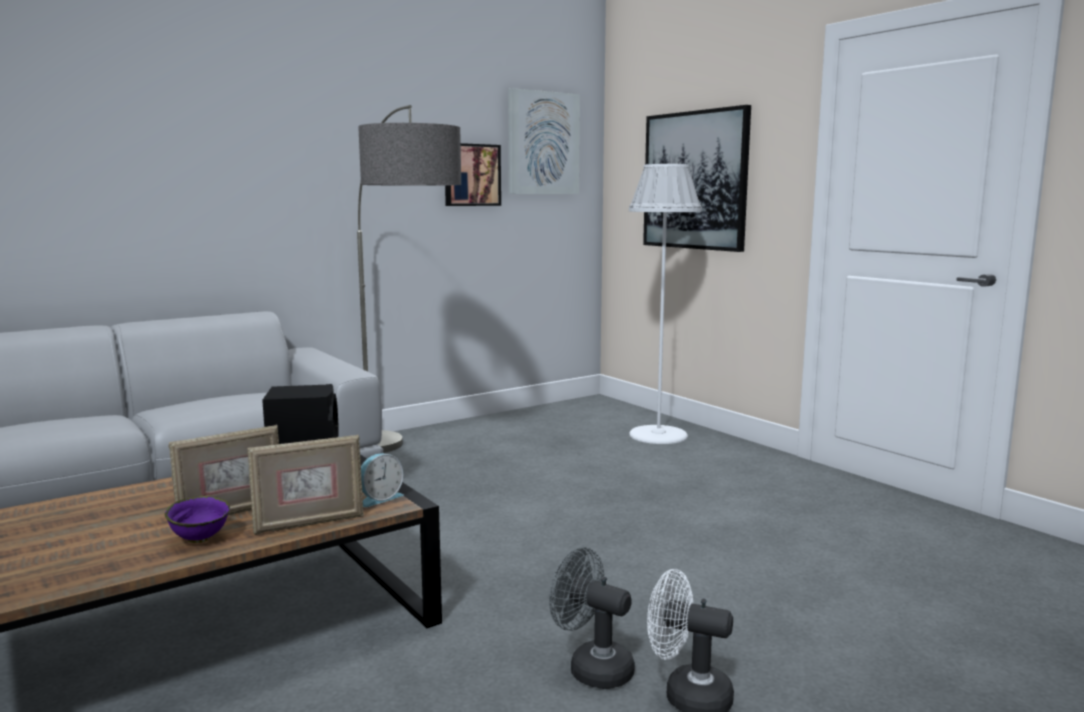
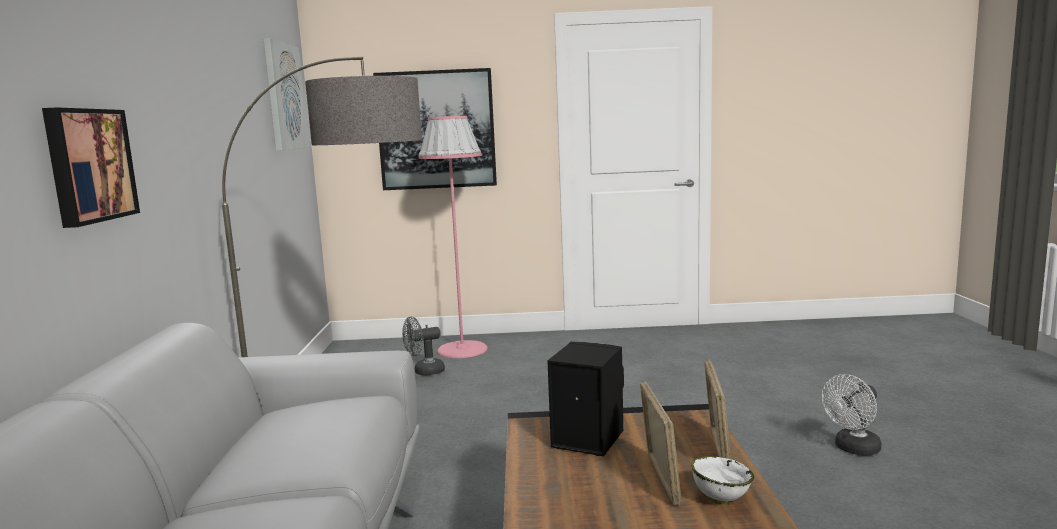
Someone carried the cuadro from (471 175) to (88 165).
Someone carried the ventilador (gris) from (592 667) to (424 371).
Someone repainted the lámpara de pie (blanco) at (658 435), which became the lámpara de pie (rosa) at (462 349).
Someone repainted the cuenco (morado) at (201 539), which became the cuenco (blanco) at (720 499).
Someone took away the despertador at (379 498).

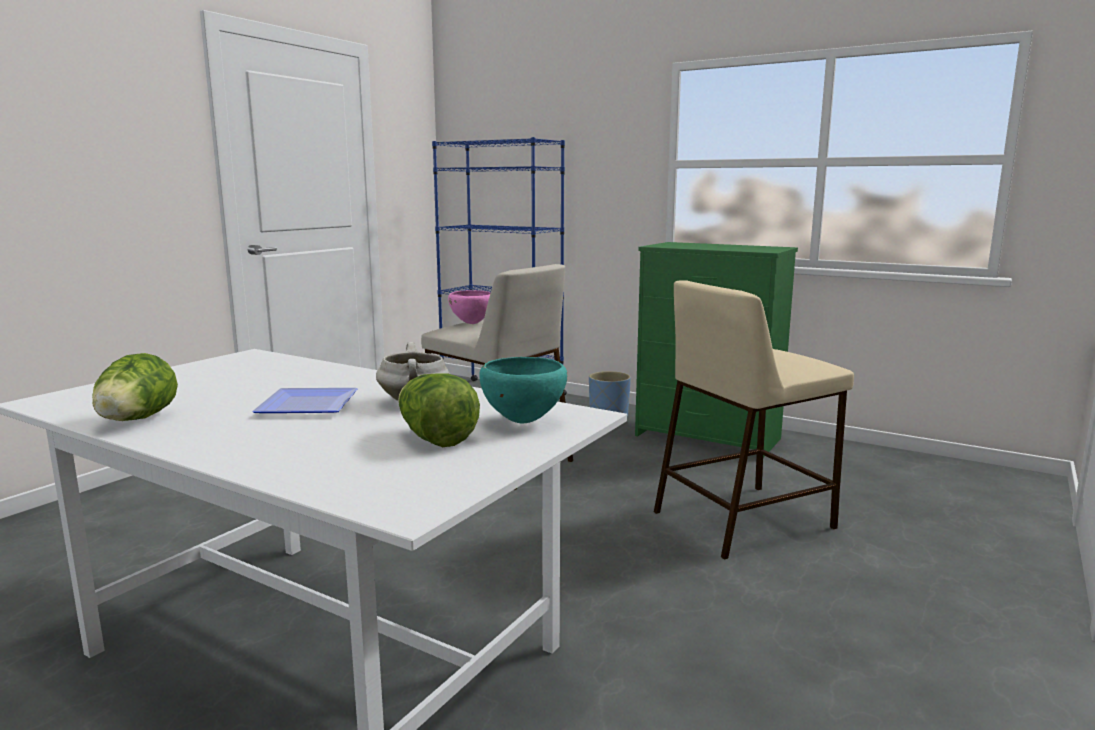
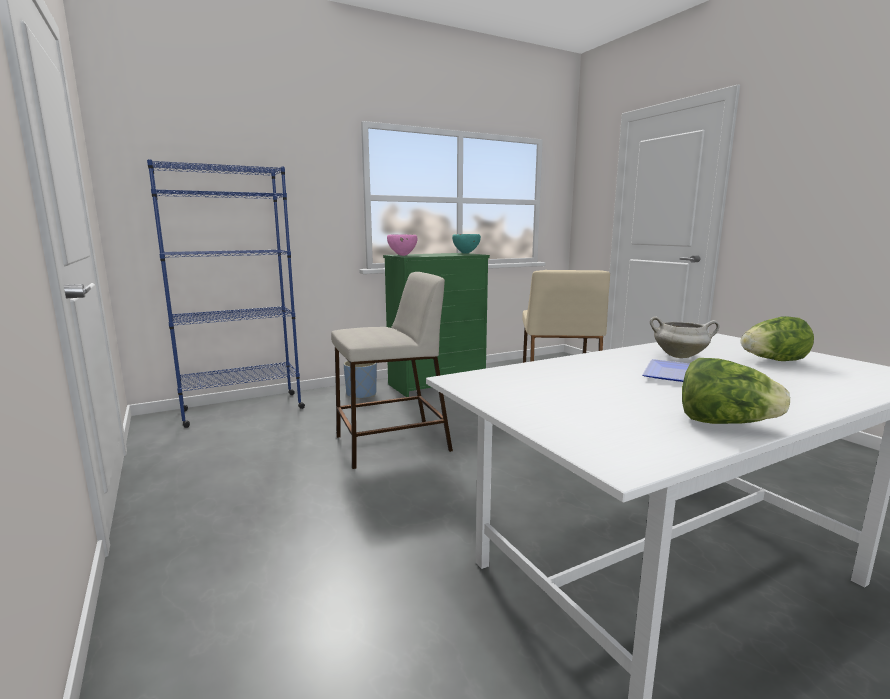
Someone carried the cuenco (rosa) from (472 323) to (402 255).
Someone carried the cuenco (turquesa) from (522 422) to (465 253).

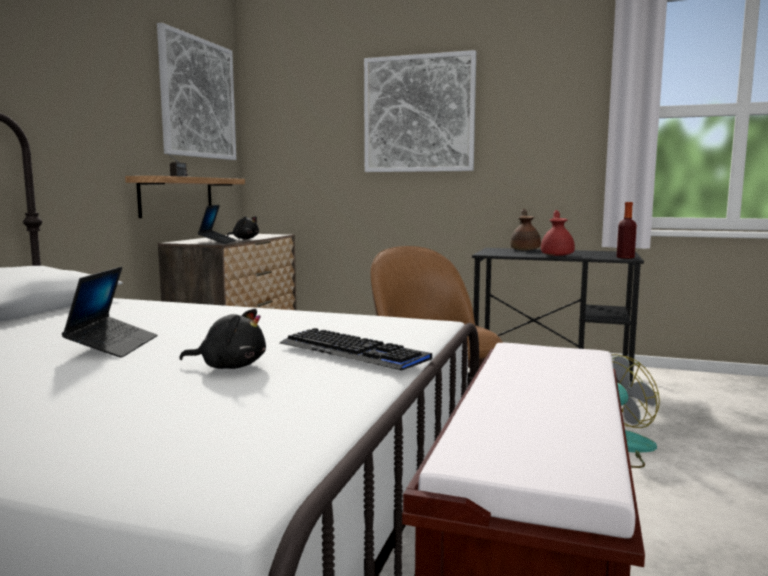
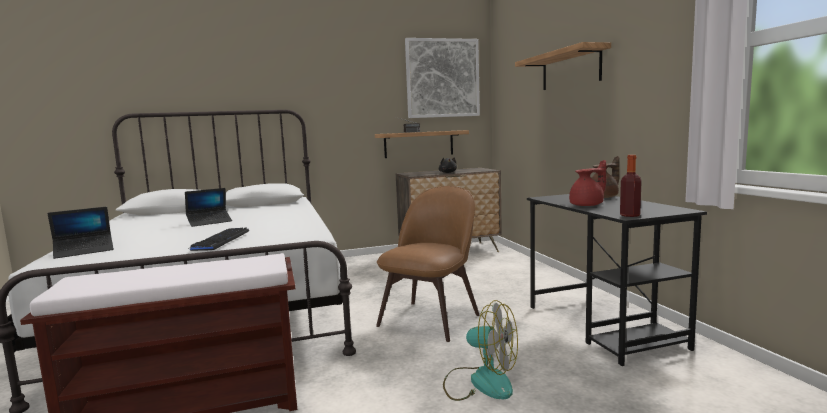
Someone carried the portátil from (218 242) to (84 251).
Someone swapped the cuadro at (419 114) for the estante at (570 69).
Someone took away the peluche (negro) at (230 366).

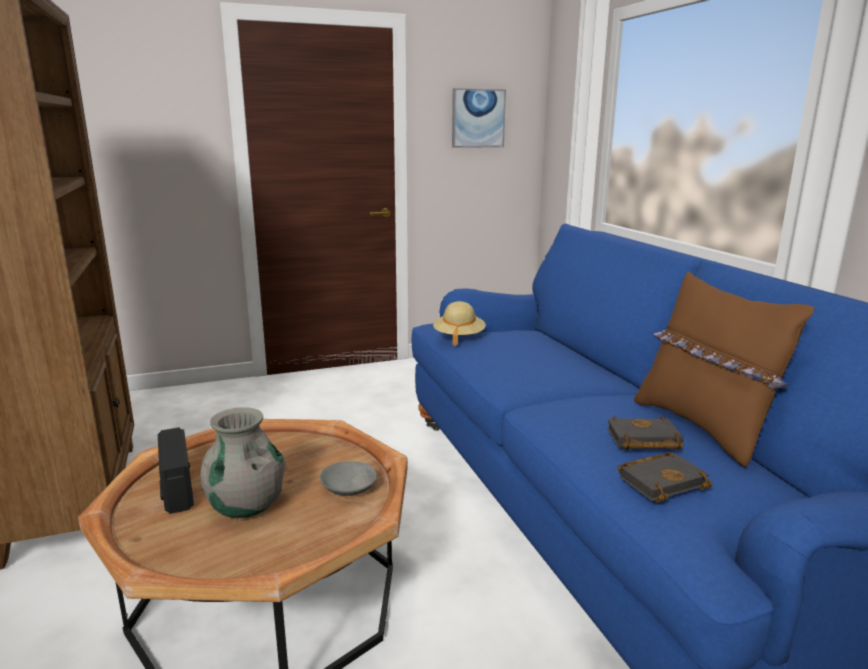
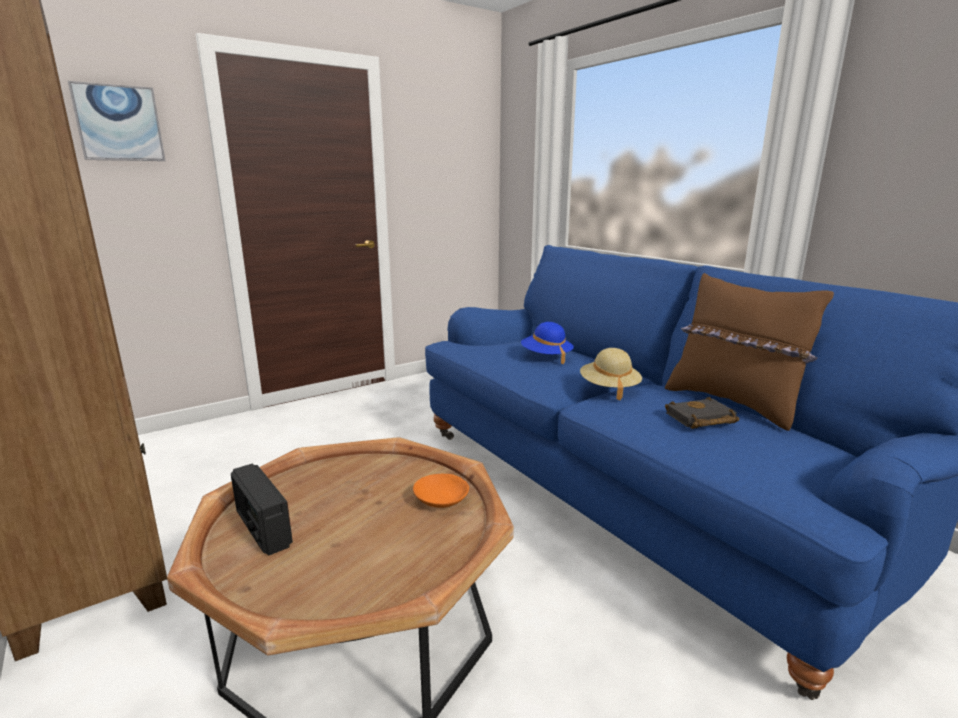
Someone carried the cuadro from (478 118) to (119 123).
Someone repainted the cuenco (gris) at (349 488), which became the cuenco (naranja) at (442 500).
Someone put down the sombrero (azul) at (546 357).
Someone carried the sombrero (beis) from (458 337) to (609 388).
Someone took away the florero (gris) at (246 506).
Someone took away the libro (negro) at (662 481).

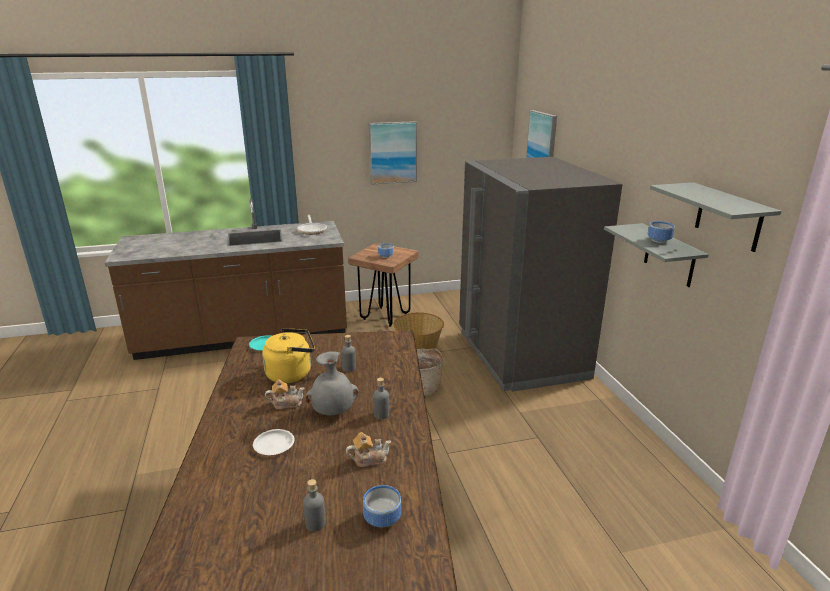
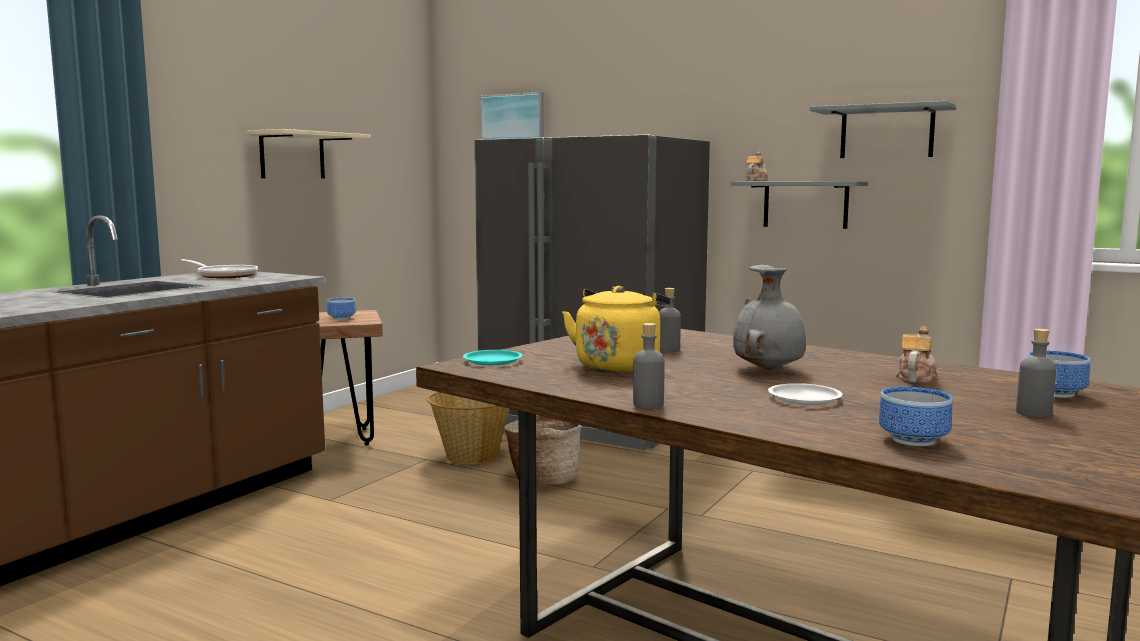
Someone swapped the cuadro at (392 152) for the estante (beis) at (292 155).
Someone carried the botella (gris) from (381 414) to (648 404).
Someone carried the tetera from (286 403) to (756 180).
Someone carried the cuenco from (658 240) to (910 439).

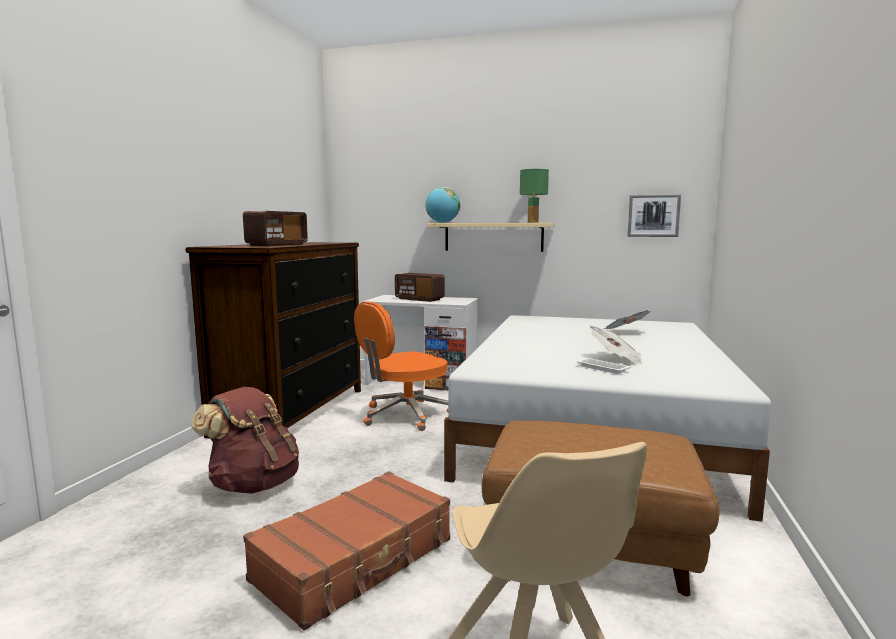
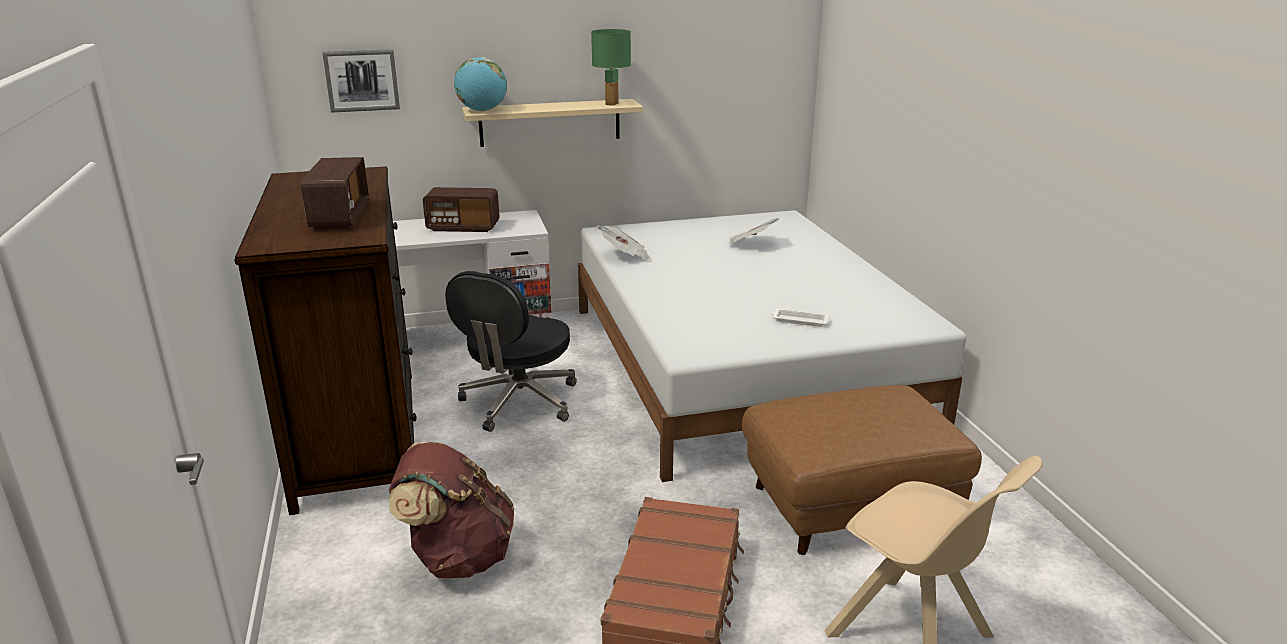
Someone carried the cuadro from (653 215) to (362 80).
Someone repainted the silla de oficina (naranja) at (405 415), which became the silla de oficina (negro) at (518 402).
Someone carried the periódico from (616 359) to (625 256).

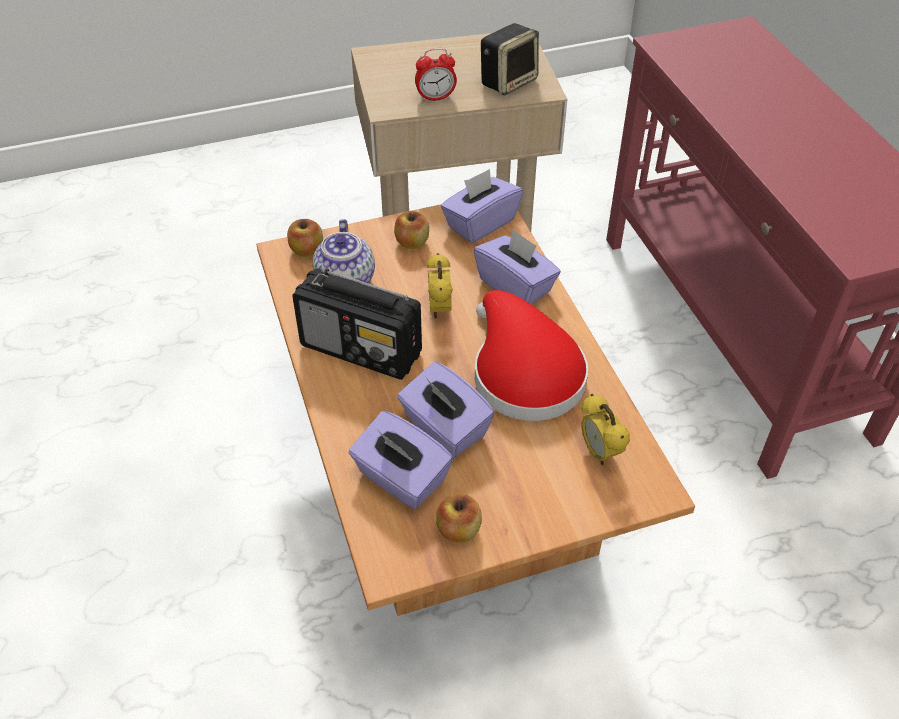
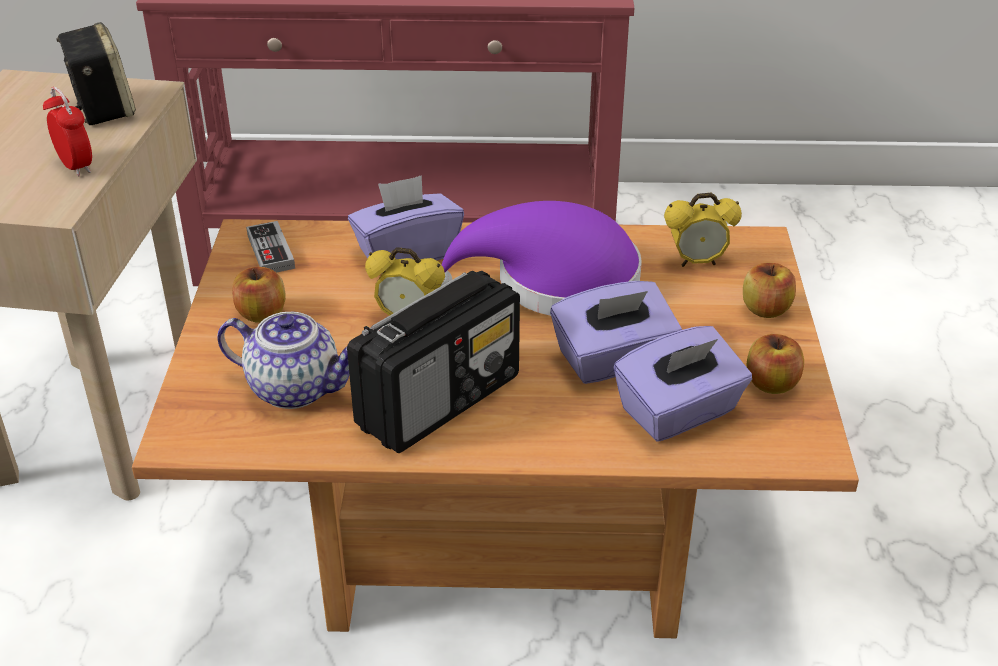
Someone rotated the despertador at (435 98) by 45 degrees counterclockwise.
Someone swapped the caja de pañuelos (morado) at (480 223) for the mando de consola at (271 252).
Someone repainted the sombrero (rojo) at (523 373), which became the sombrero (morado) at (555 282).
Someone carried the manzana from (307 250) to (765 309).

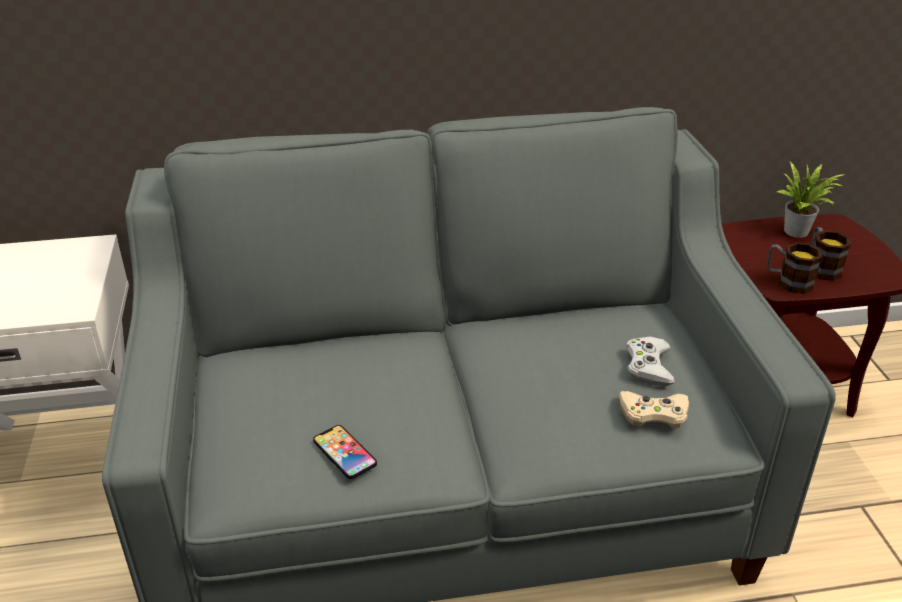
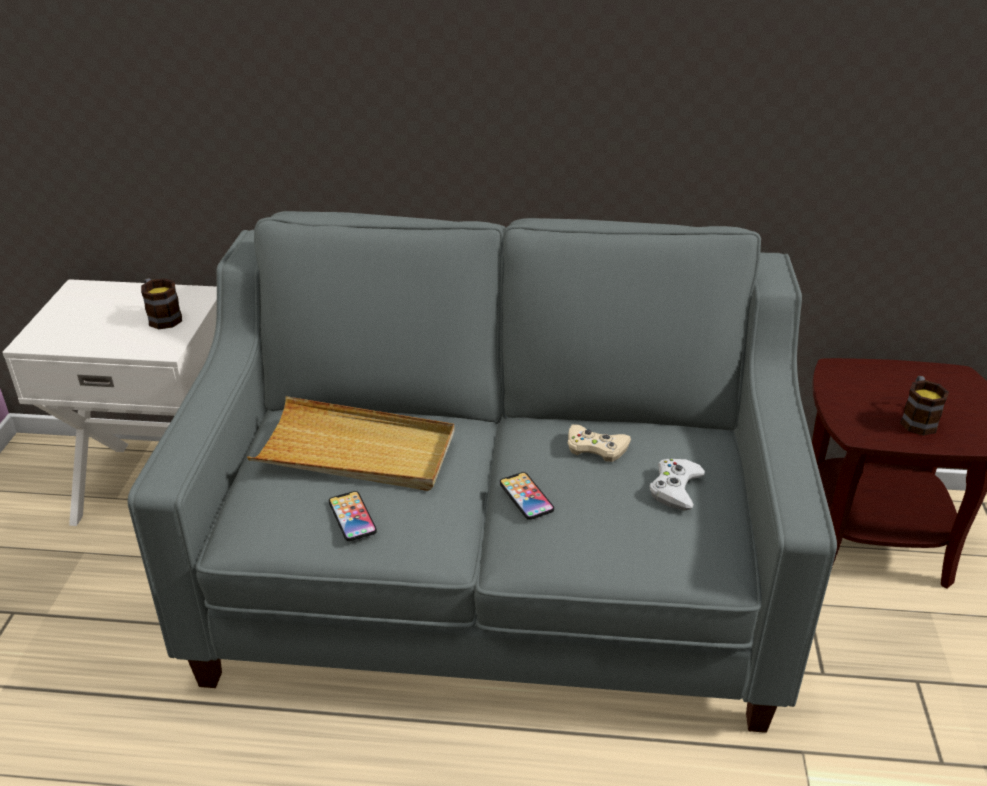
Someone carried the taza grande from (787 281) to (162 317).
Someone put down the bandeja (beis) at (356 451).
Someone put down the móvil at (526 497).
Someone carried the mando de consola (beis) from (653 414) to (596 447).
Someone took away the planta en maceta at (799 232).

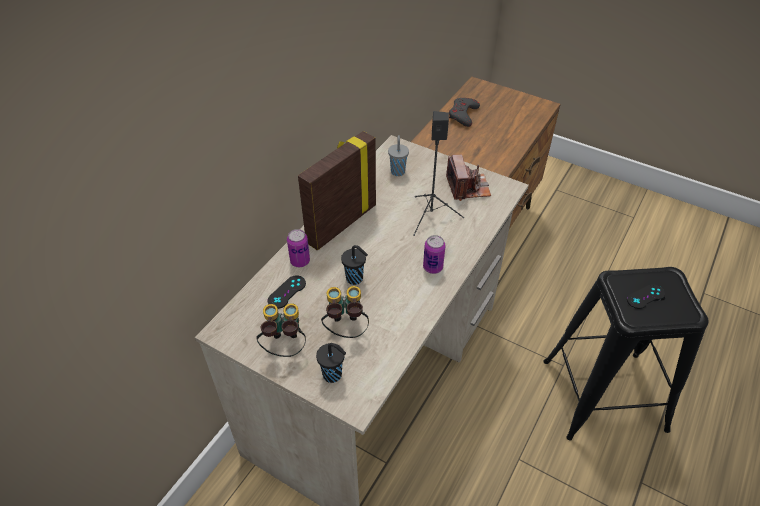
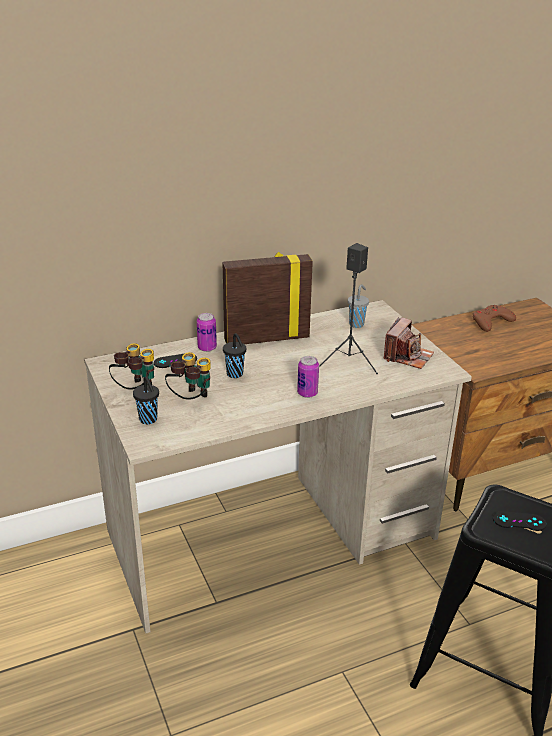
Someone repainted the mando de consola (gris) at (463 115), which became the mando de consola (marrón) at (491 322).

